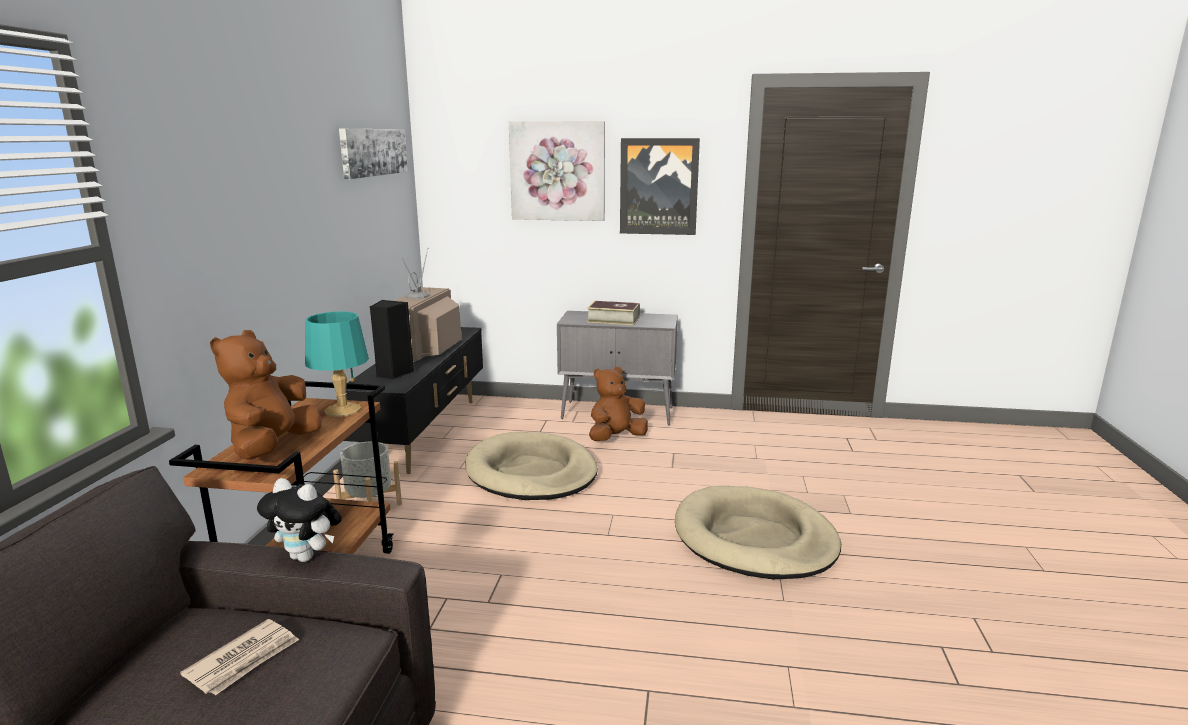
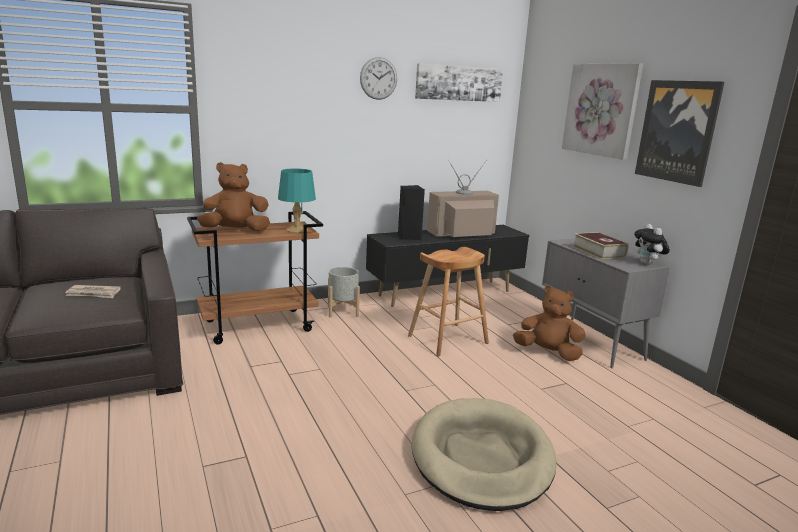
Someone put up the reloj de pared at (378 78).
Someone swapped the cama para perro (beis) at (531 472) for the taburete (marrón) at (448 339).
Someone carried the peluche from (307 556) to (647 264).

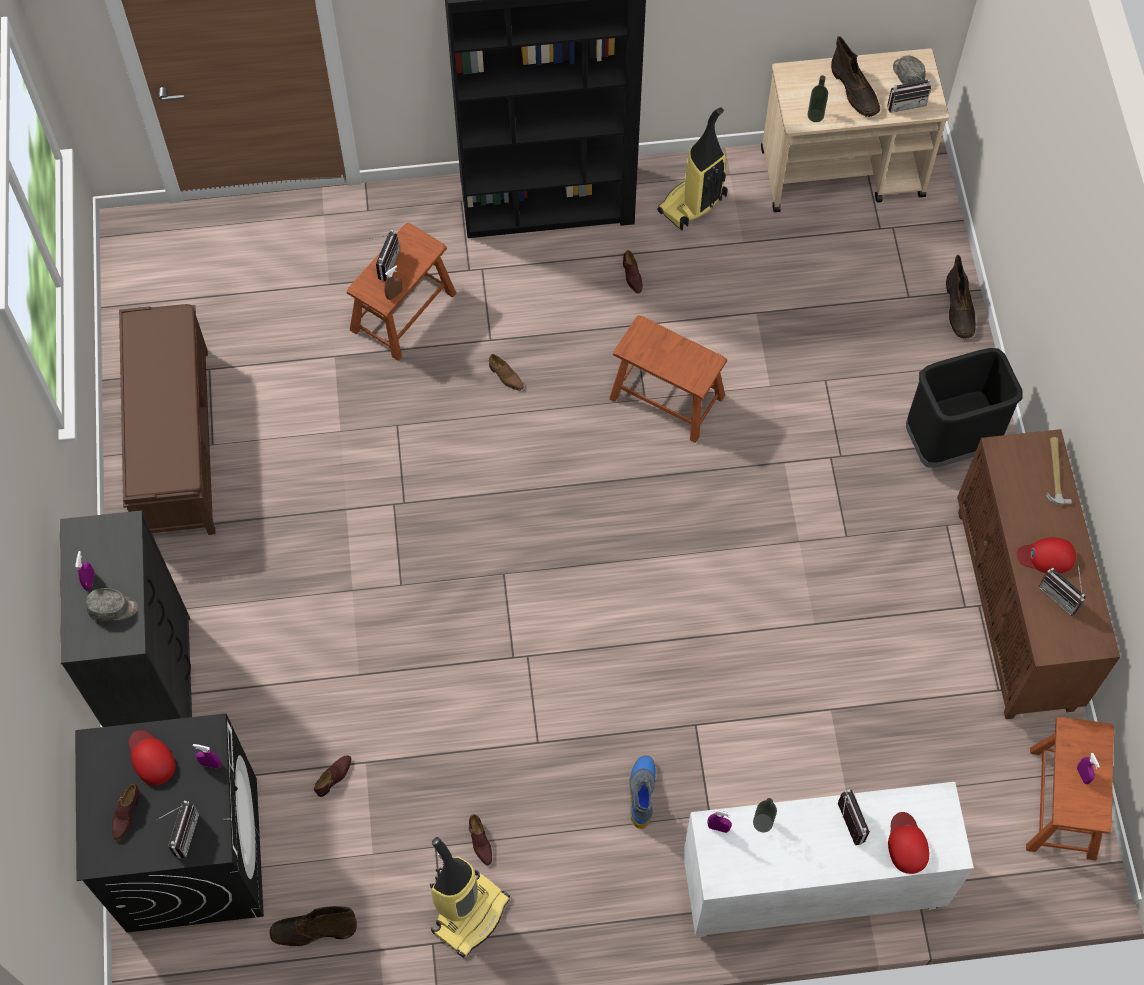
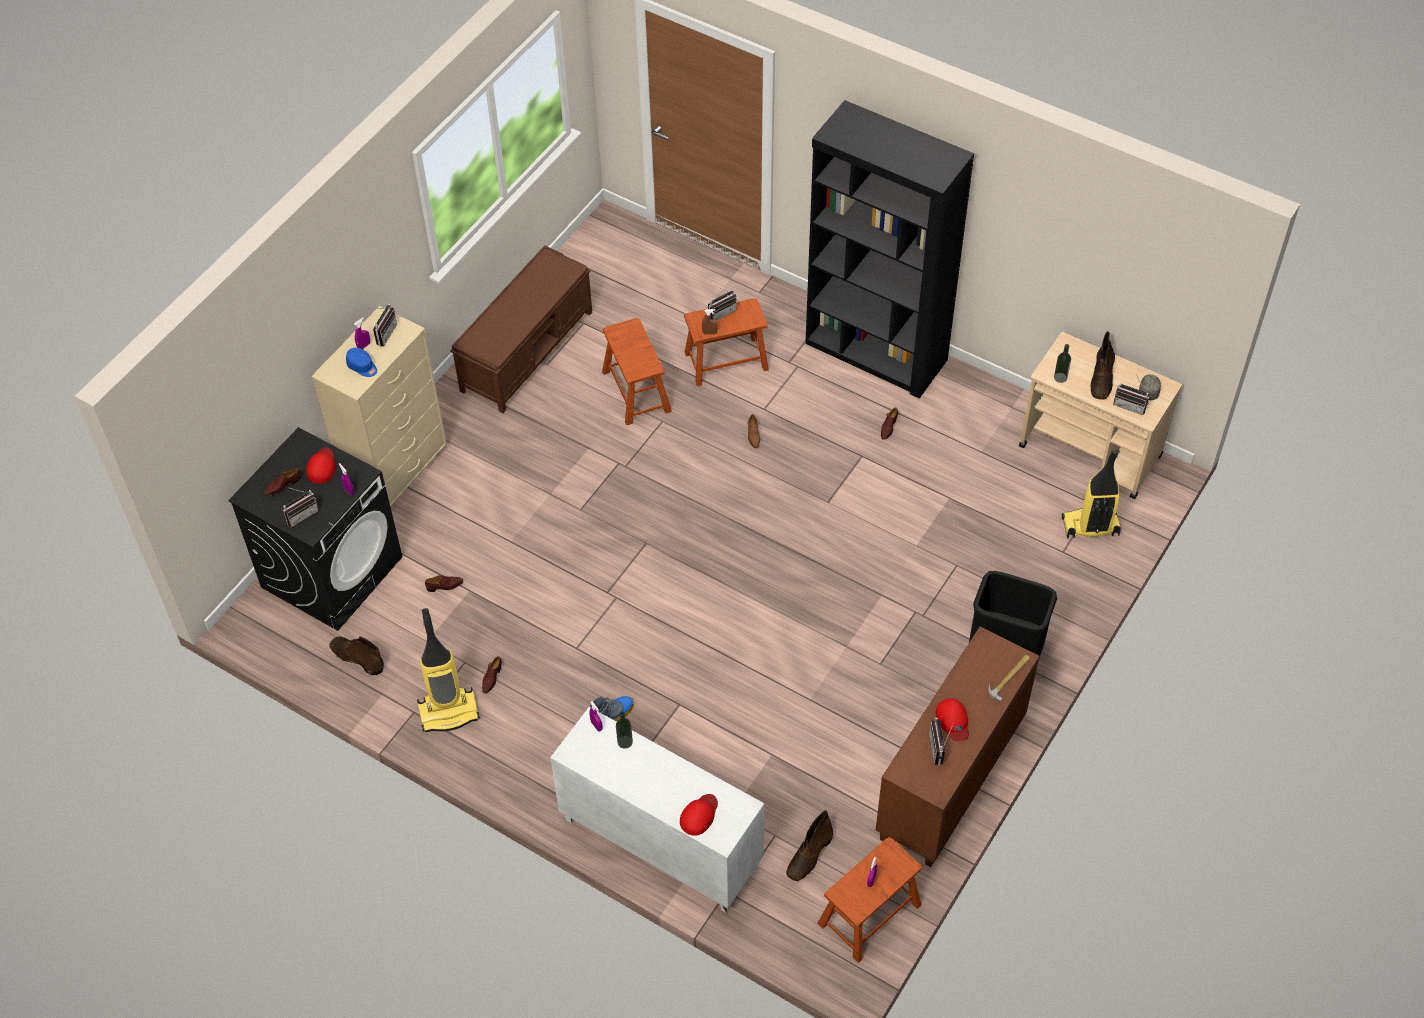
Someone repainted the cómoda (negro) at (155 682), which became the cómoda (beis) at (397 470).
Someone repainted the gorra (gris) at (113 608), which became the gorra (azul) at (362 367).
Someone carried the radio from (845 824) to (383 333).
Someone carried the taburete (marrón) from (667 397) to (636 391).
Someone carried the bota (marrón) from (959 309) to (809 856).
Someone rotated the gorra (rojo) at (1046 557) by 150 degrees counterclockwise.
Someone carried the aspiradora from (692 205) to (1090 527).

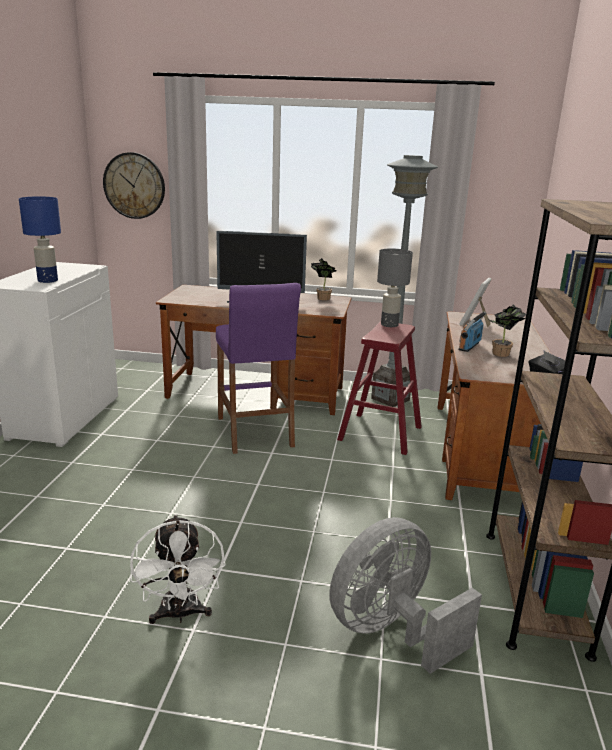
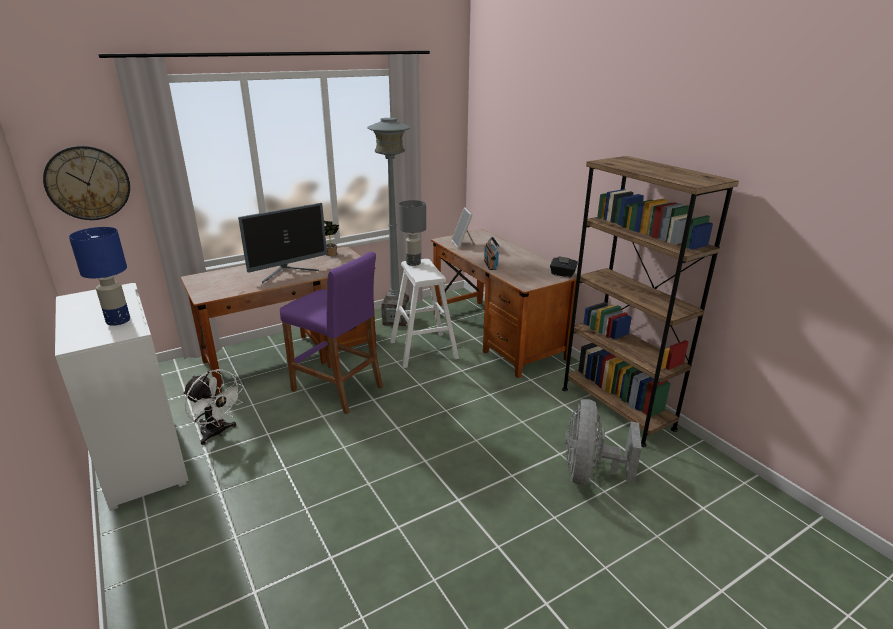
Someone carried the ventilador (blanco) from (180 614) to (217 433).
Someone repainted the taburete (rojo) at (380 433), which became the taburete (blanco) at (423 349).
Someone took away the planta en maceta at (501 354).

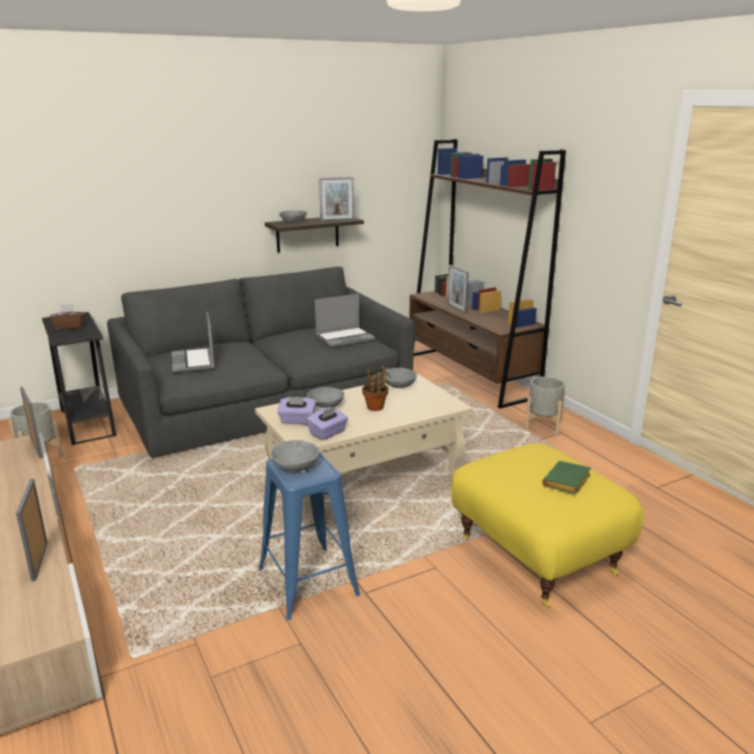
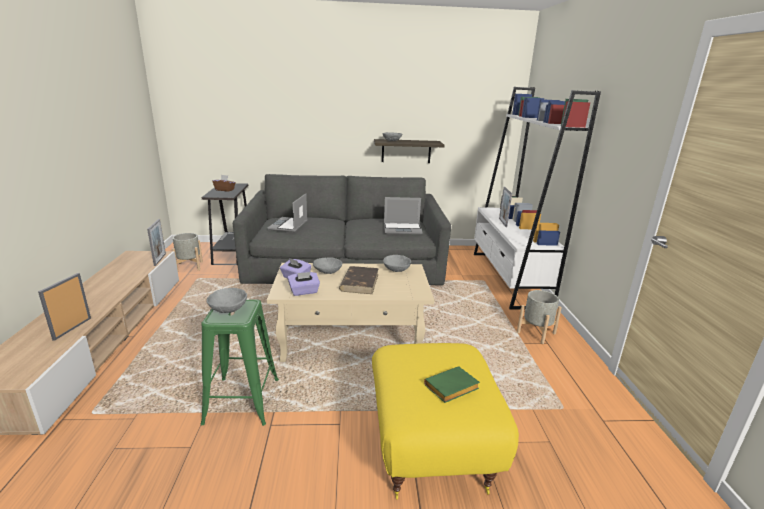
Someone repainted the taburete (azul) at (308 582), which became the taburete (verde) at (242 401).
Someone swapped the planta en maceta at (376 408) for the libro (marrón) at (359 282).
Someone repainted the estantería (marrón) at (471 375), which became the estantería (blanco) at (509 278).
Someone took away the portarretratos at (337 220).

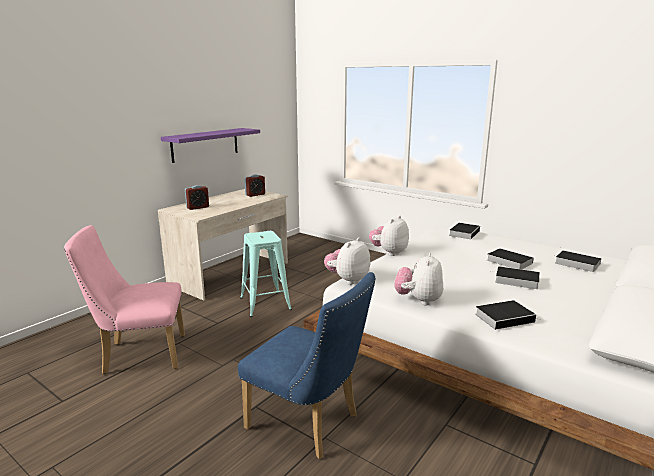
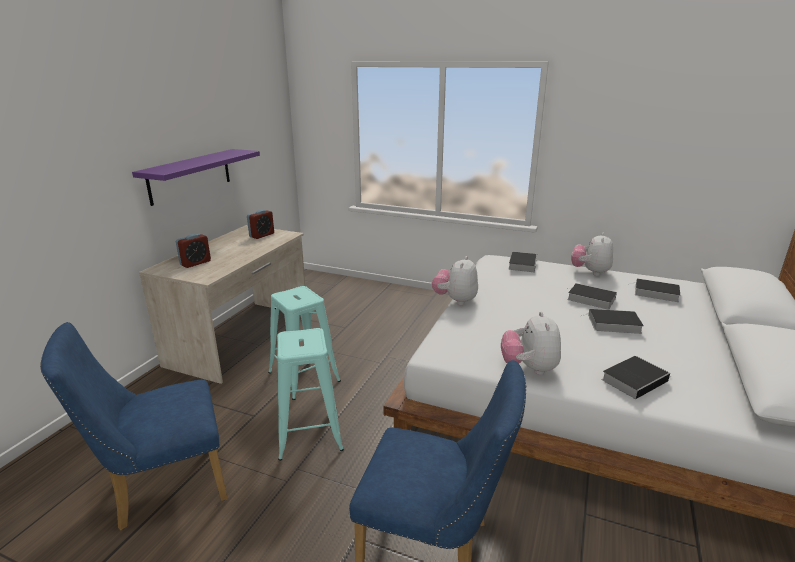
Someone repainted the silla (rosa) at (138 355), which became the silla (azul) at (162 487).
Someone put down the taburete (turquesa) at (309 432).
Someone carried the peluche from (347 280) to (590 272).

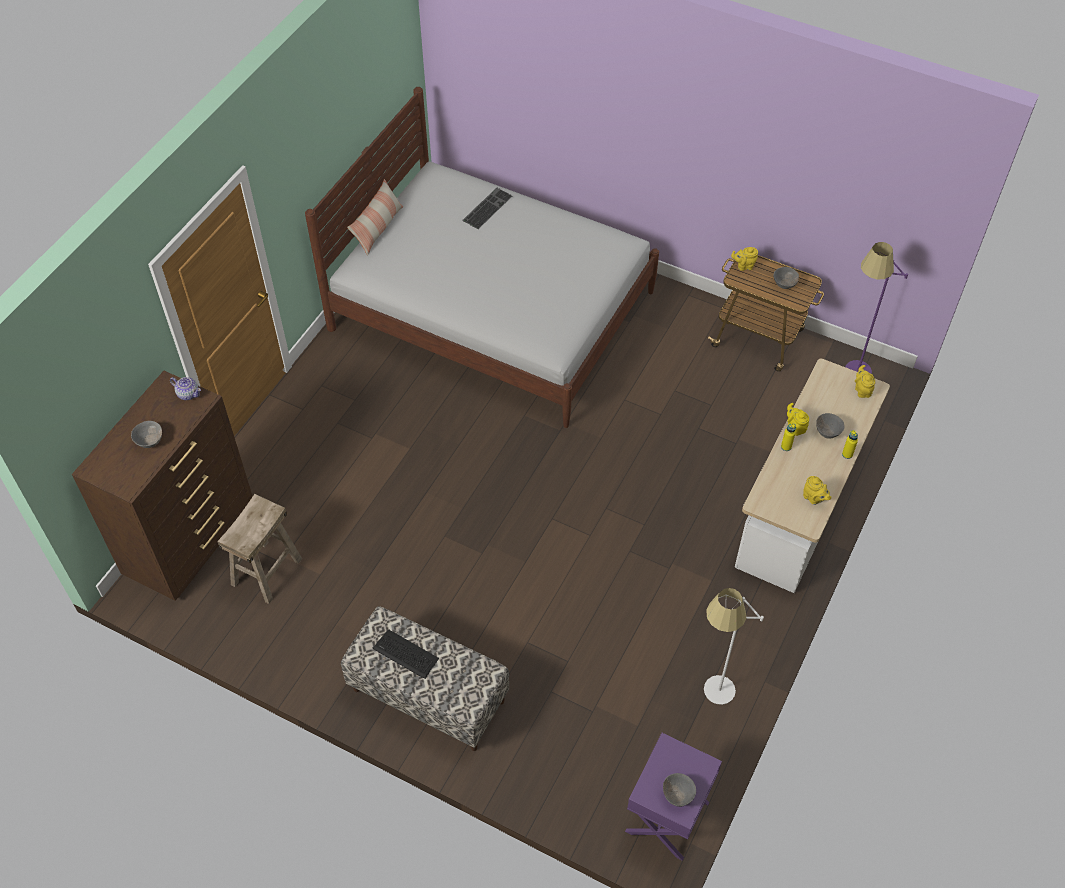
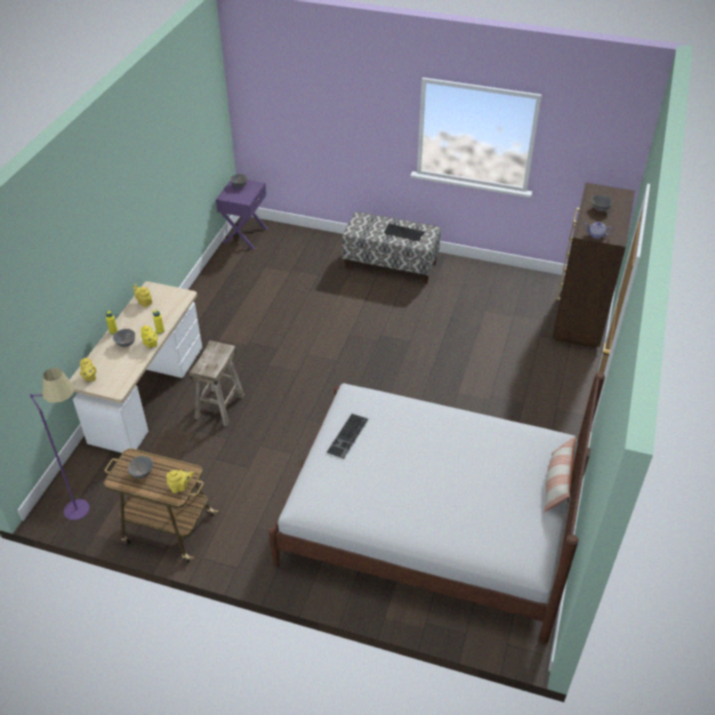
Someone carried the taburete (beis) from (266 571) to (220 407).
Someone carried the teclado from (487 207) to (348 436).
Someone took away the lámpara de pie (blanco) at (711 700).

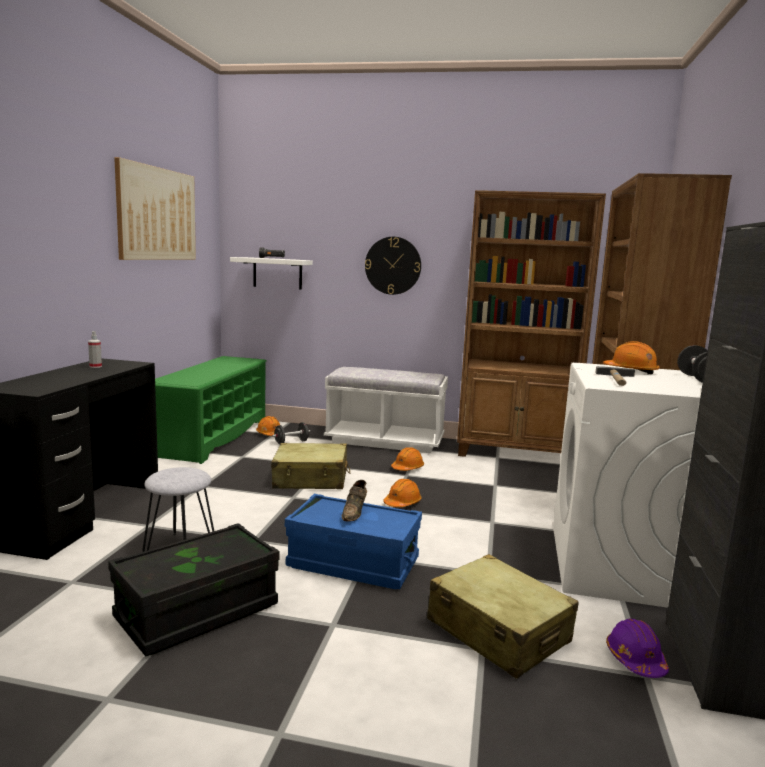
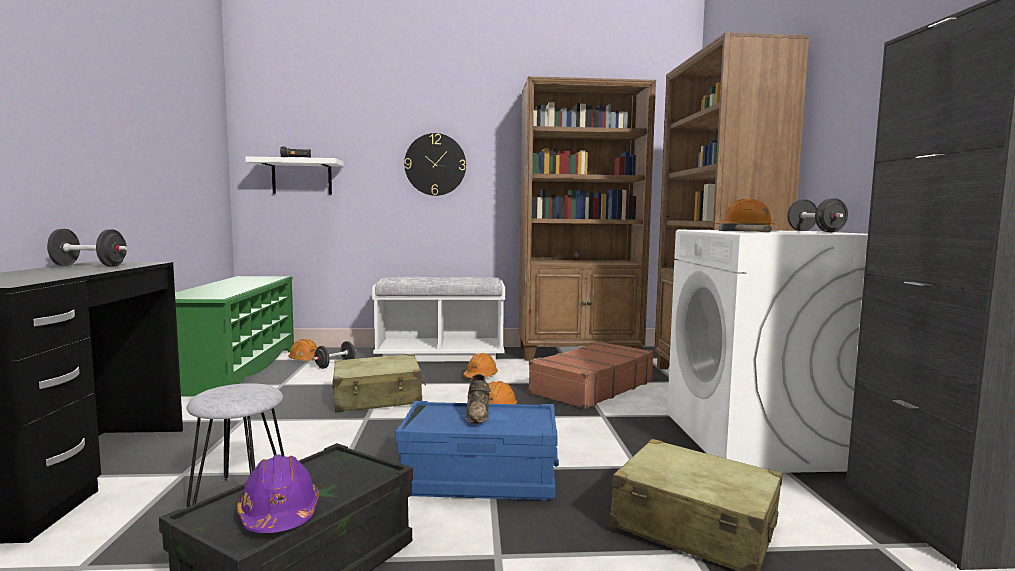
Someone swapped the pulverizador at (95 366) for the mancuerna (negro) at (89 266).
Someone carried the casco (morado) from (635 660) to (279 514).
Someone put down the maleta (marrón) at (591 387).
Someone took away the cuadro at (157 214).

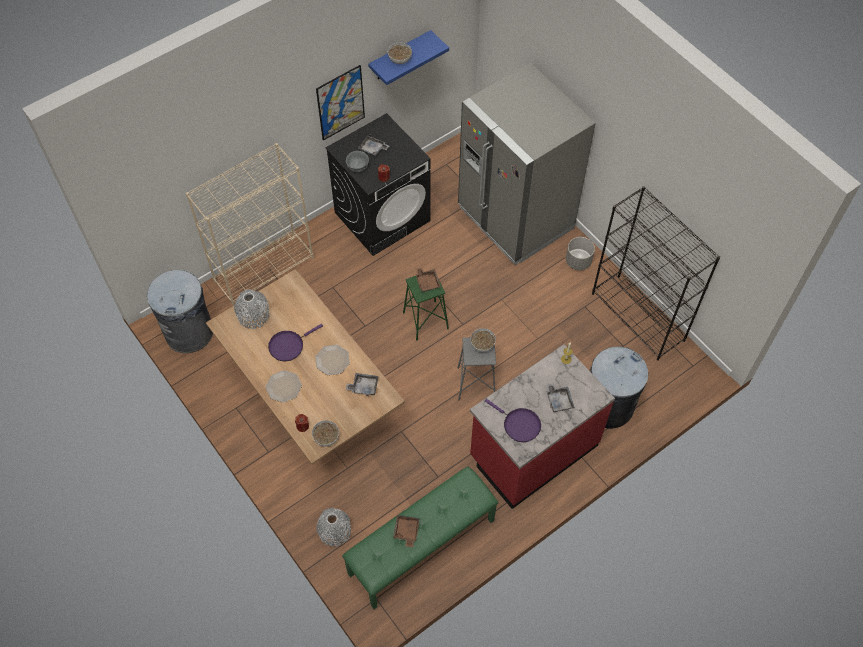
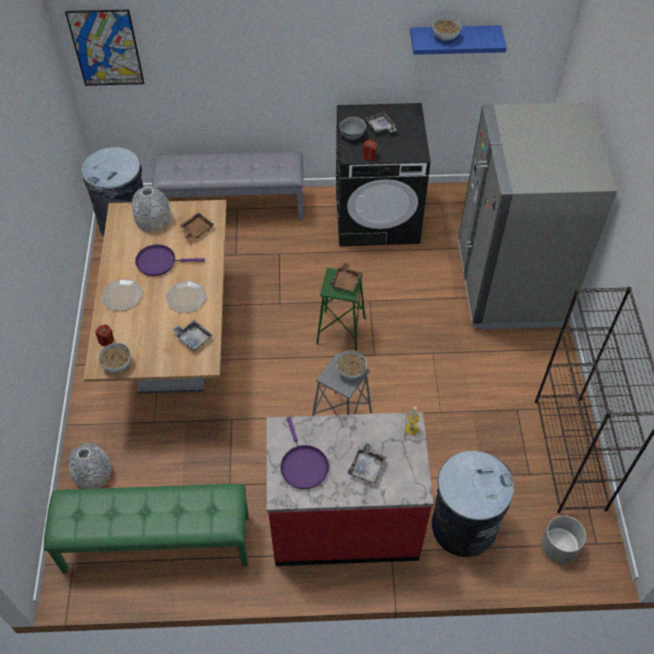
Someone carried the cuadro from (340 103) to (106 48).
Someone swapped the estantería (beis) at (264 269) for the banco (gris) at (233 206).
Someone carried the bandeja (marrón) from (406 531) to (196 230).
Someone carried the maceta (gris) from (578 262) to (558 547).

